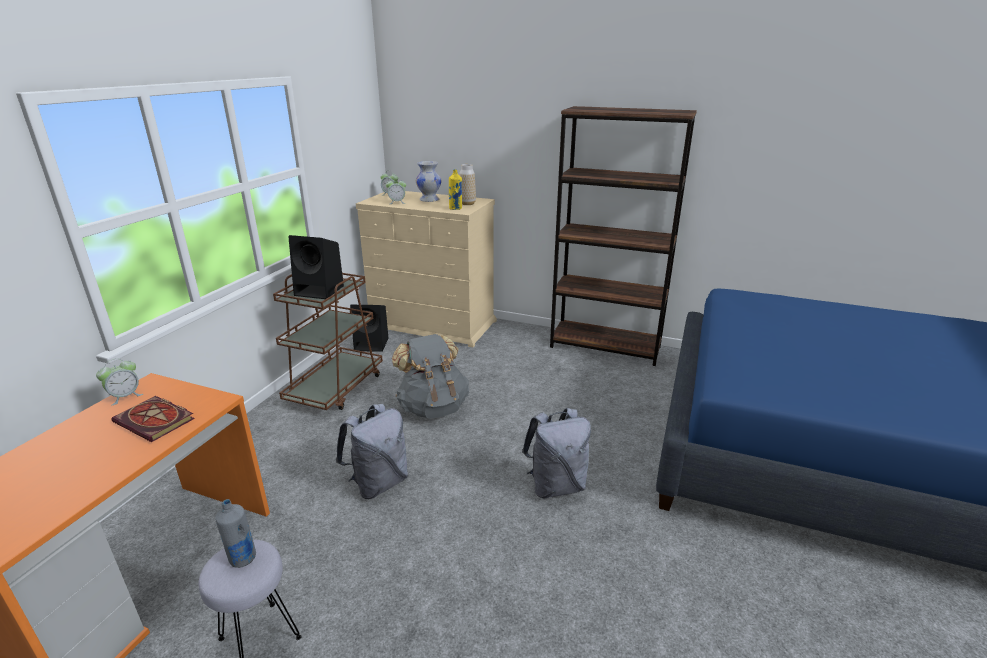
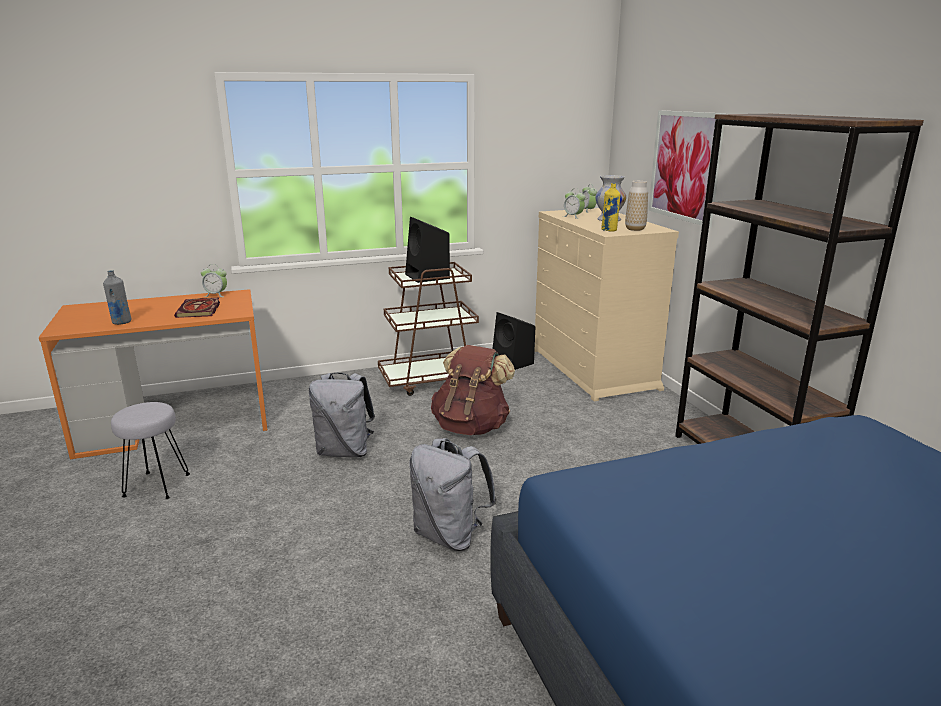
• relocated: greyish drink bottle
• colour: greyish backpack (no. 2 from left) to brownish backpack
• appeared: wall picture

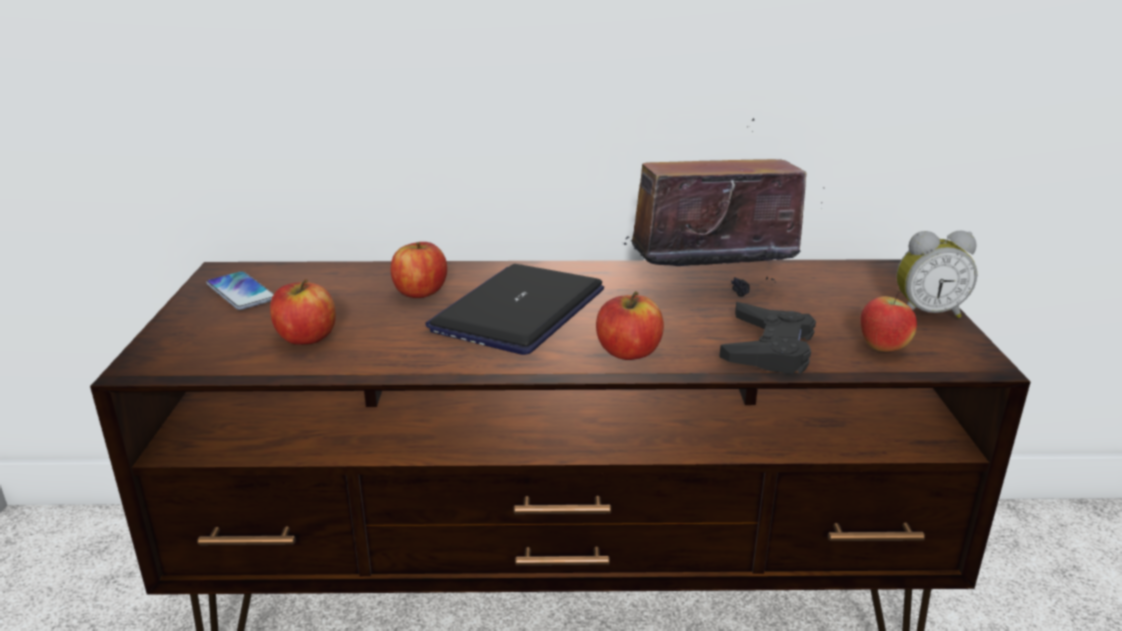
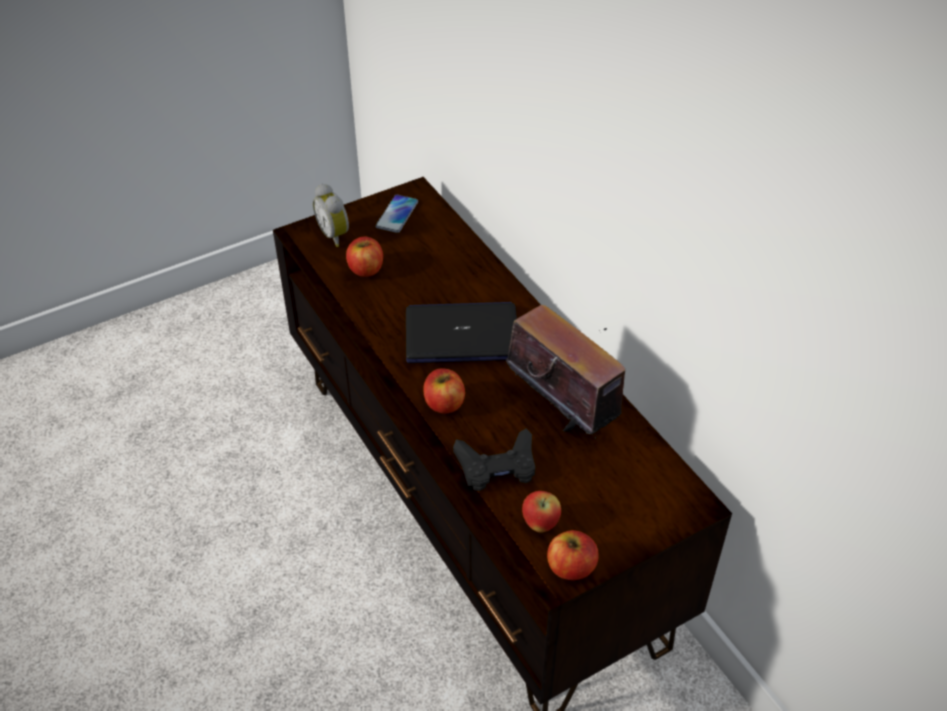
• relocated: bedside clock
• relocated: apple fruit (no. 2 from left in the first image) to apple fruit (no. 4 from left)

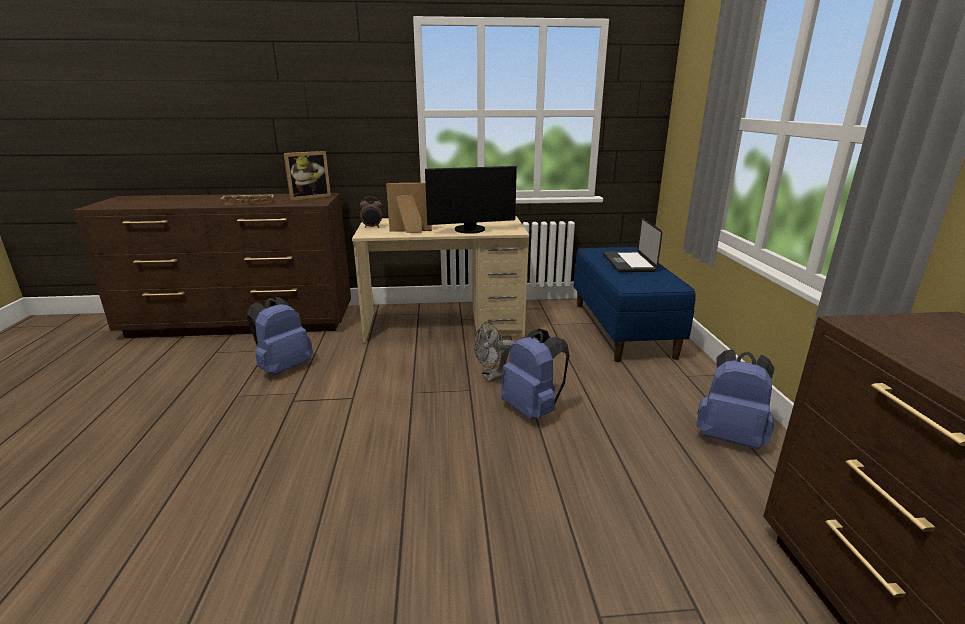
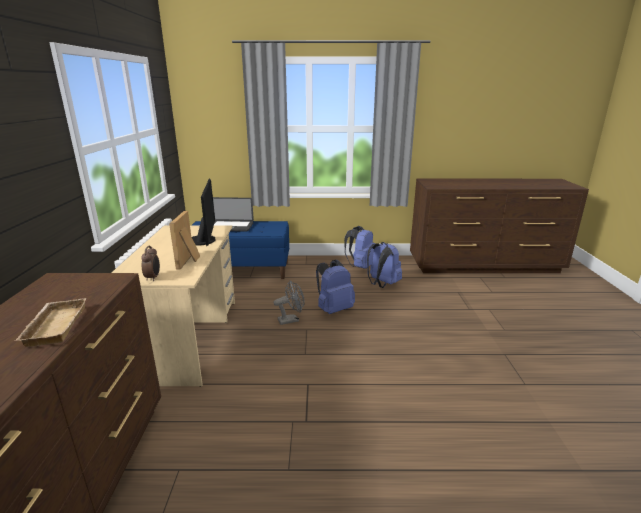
• spun: greyish electric fan 90 degrees counterclockwise
• relocated: blue backpack (no. 1 from left in the first image) to blue backpack (no. 3 from left)
• missing: standing frame (no. 1 from left)

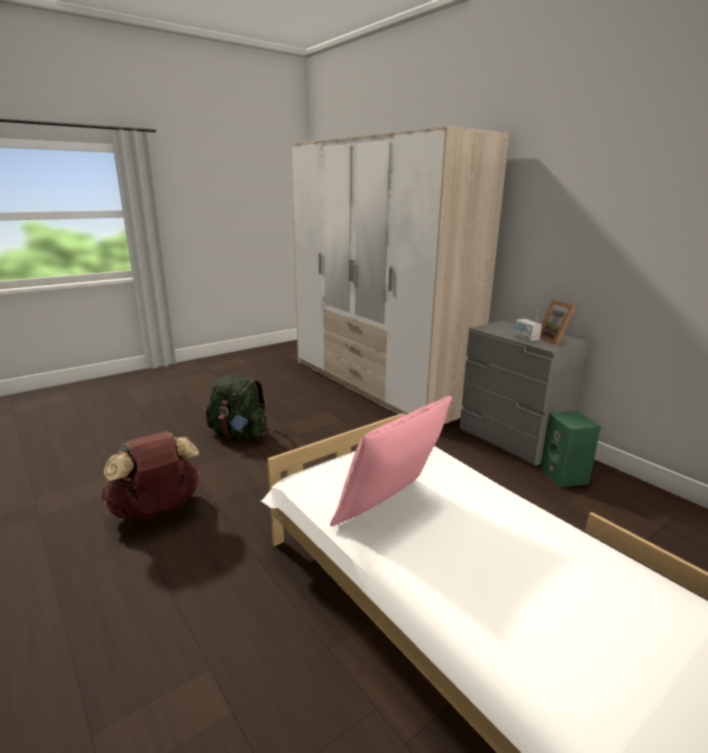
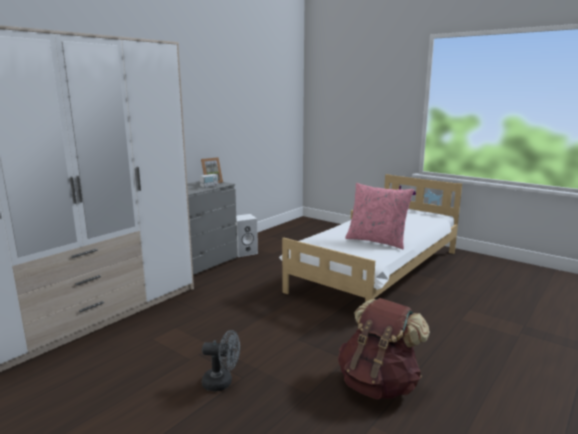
• exchanged: greenish backpack to greyish electric fan
• colour: greenish speaker to white-coloured speaker

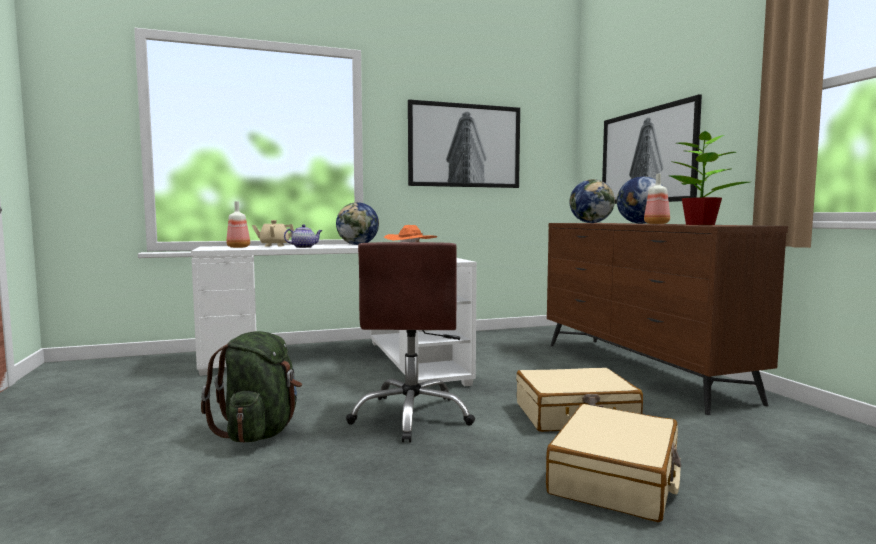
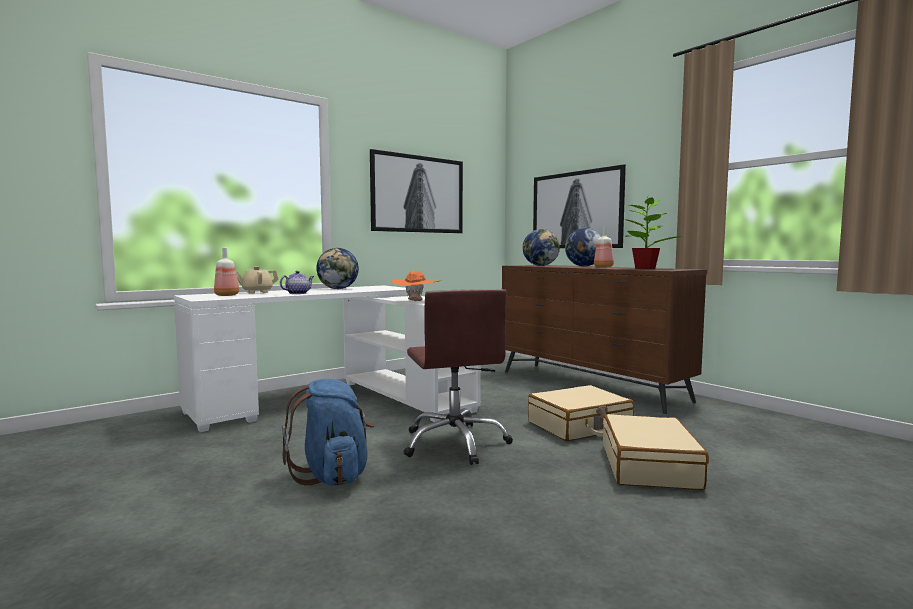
• colour: greenish backpack to blue backpack

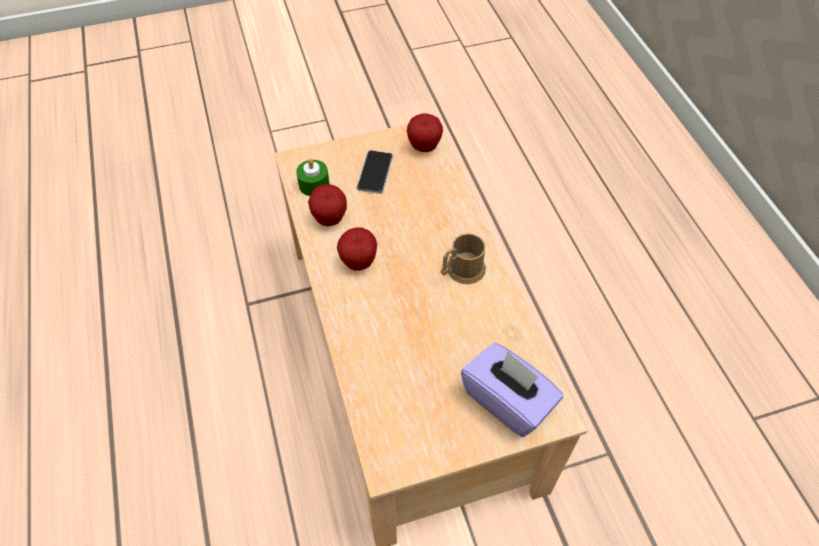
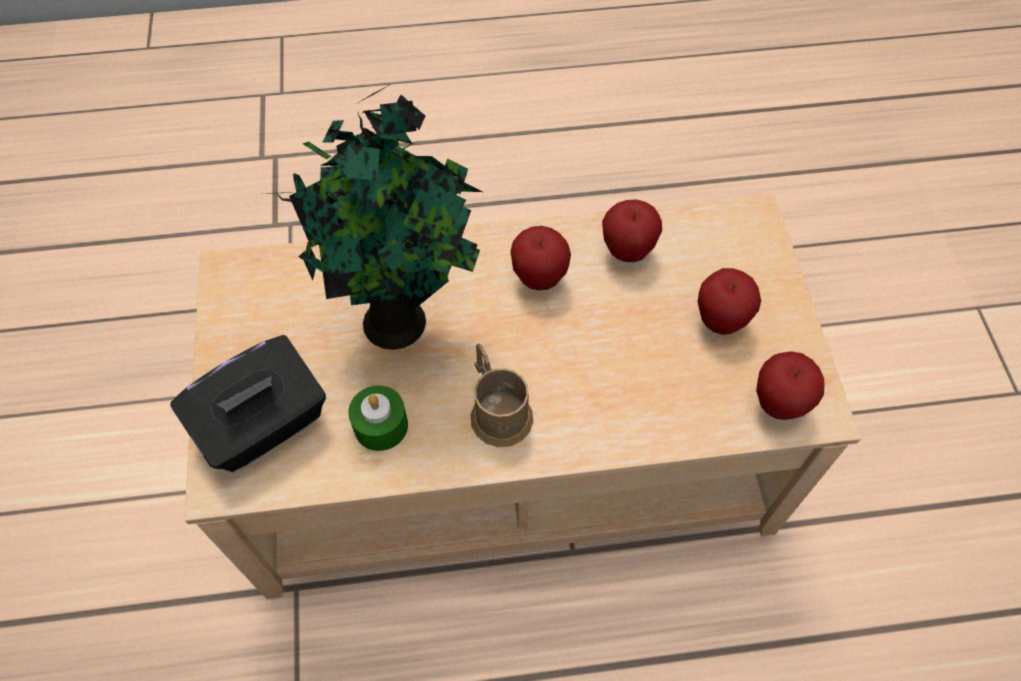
• colour: purplish tissue box to black tissue box
• appeared: plant in a pot
• relocated: greenish wax candle
• exchanged: handset to apple fruit (no. 3 from left)

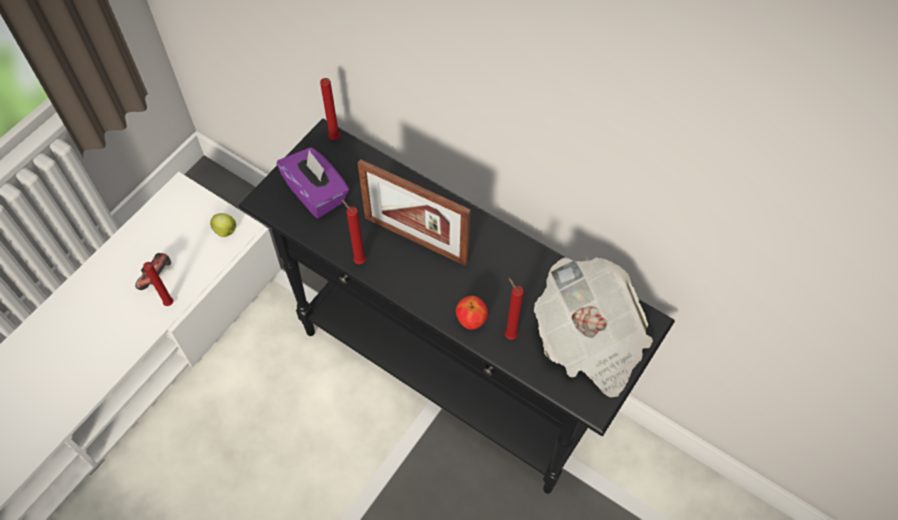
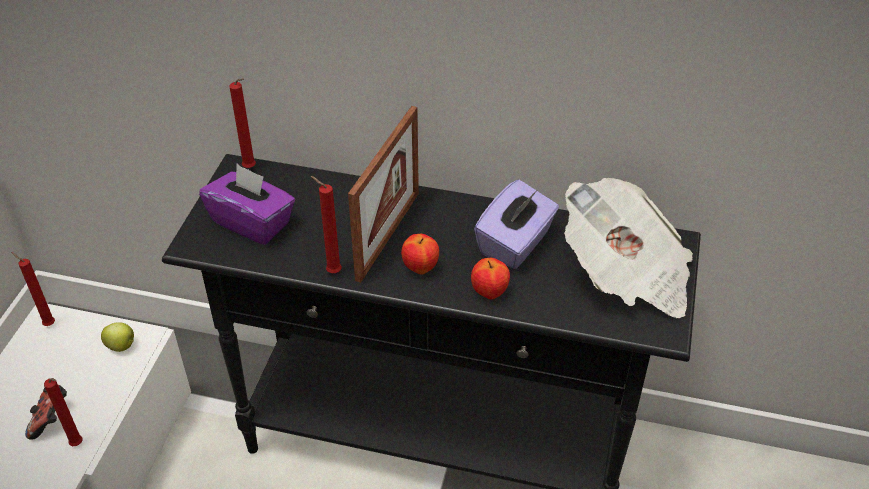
• relocated: reddish wax candle (no. 4 from left in the first image) to reddish wax candle (no. 1 from left)
• spun: standing frame 75 degrees counterclockwise
• appeared: apple fruit (no. 2 from left)
• appeared: purplish tissue box (no. 2 from left)

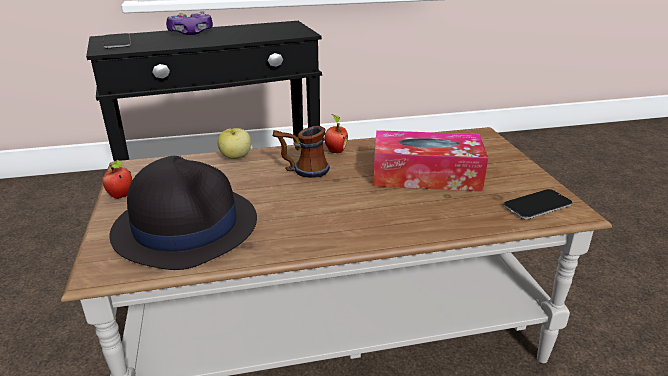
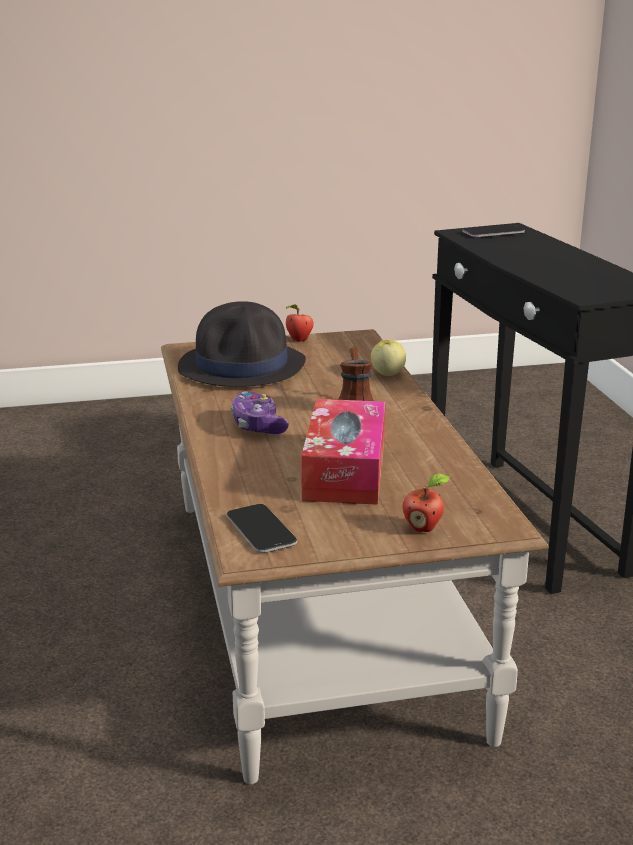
• relocated: gamepad
• relocated: apple fruit (no. 3 from left)

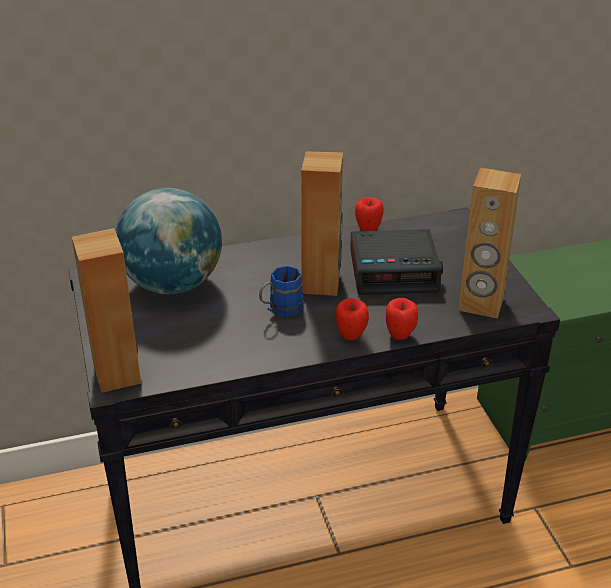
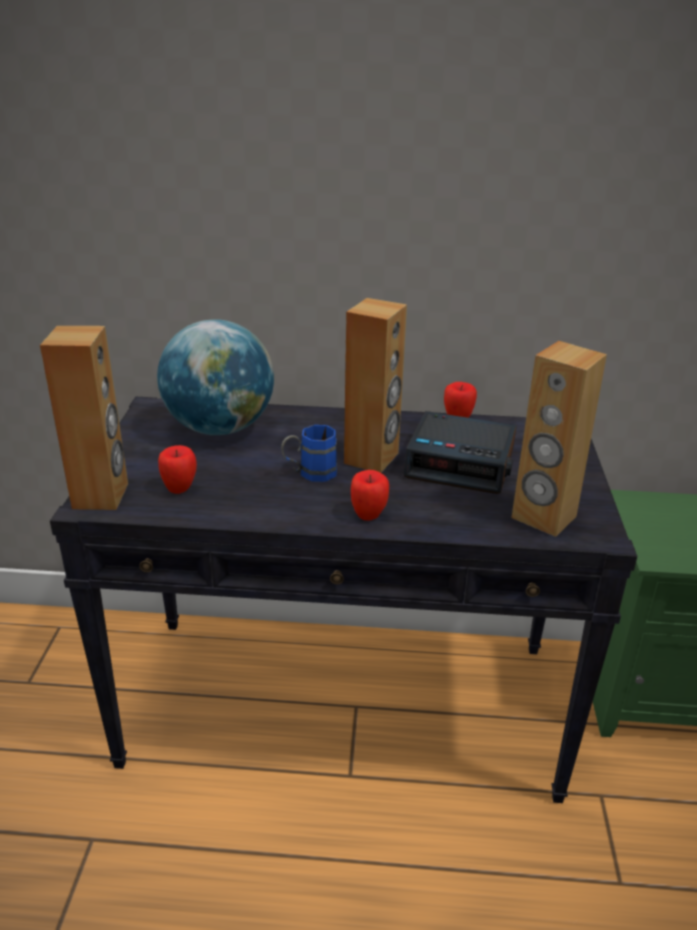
• relocated: apple fruit (no. 3 from left in the first image) to apple fruit (no. 1 from left)

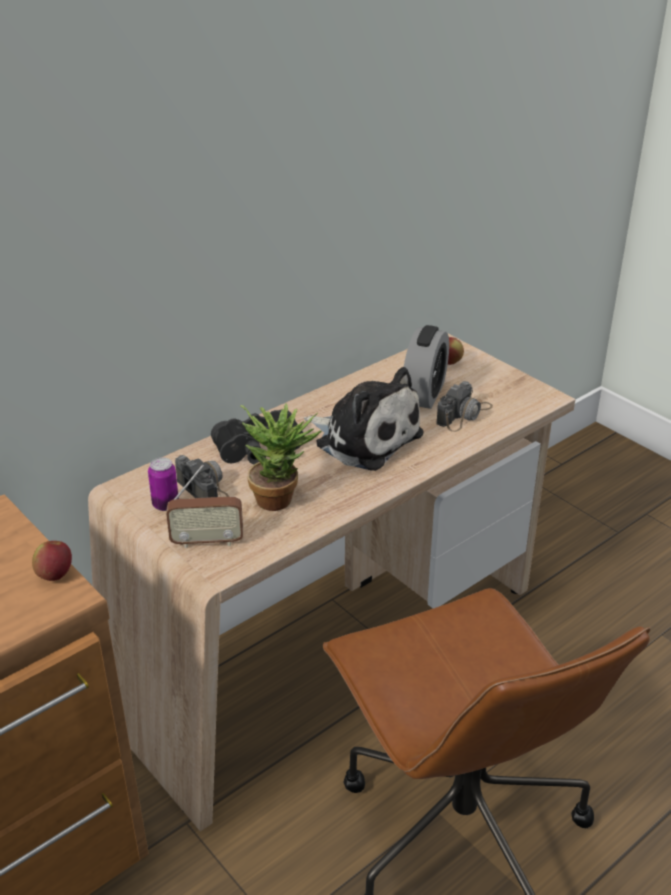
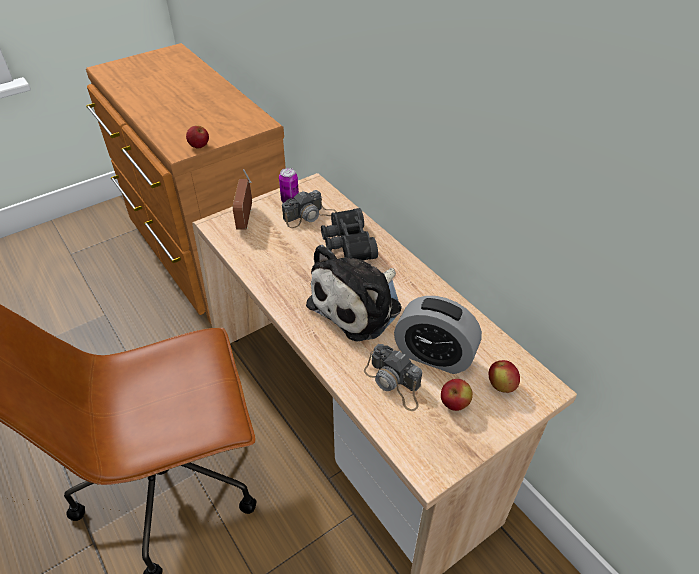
• appeared: apple fruit (no. 2 from left)
• missing: plant in a pot

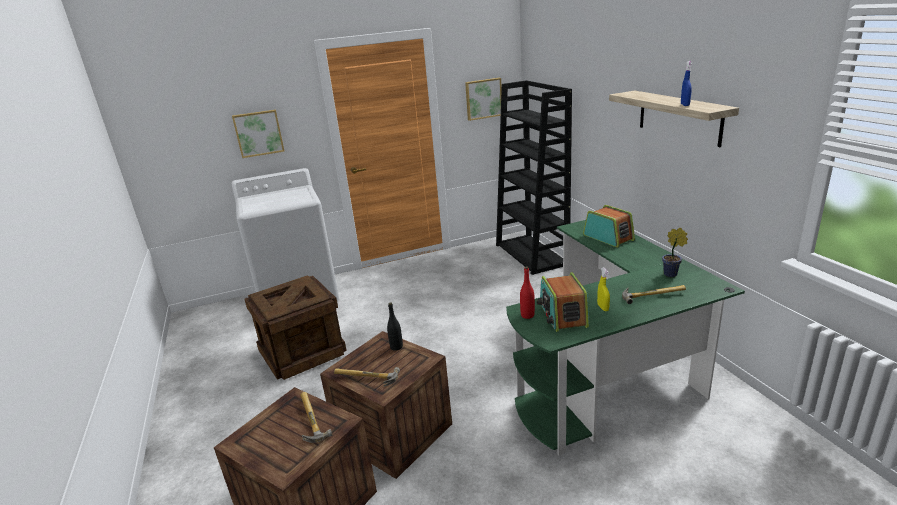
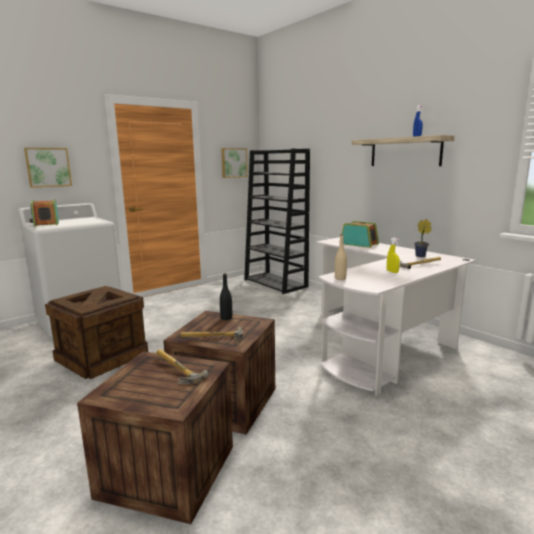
• relocated: radio set (no. 1 from left)
• colour: greenish desk unit to white-coloured desk unit
• colour: reddish drink bottle to beige drink bottle

